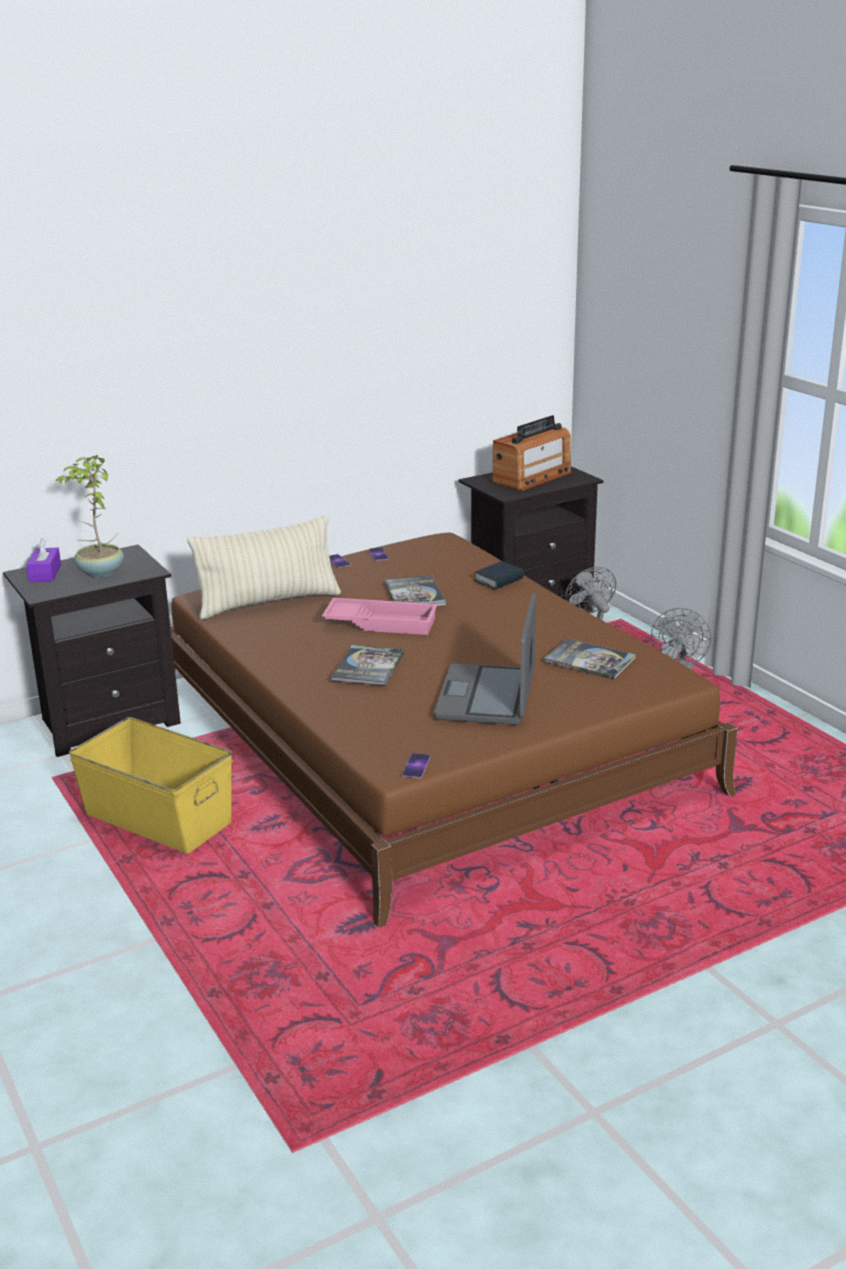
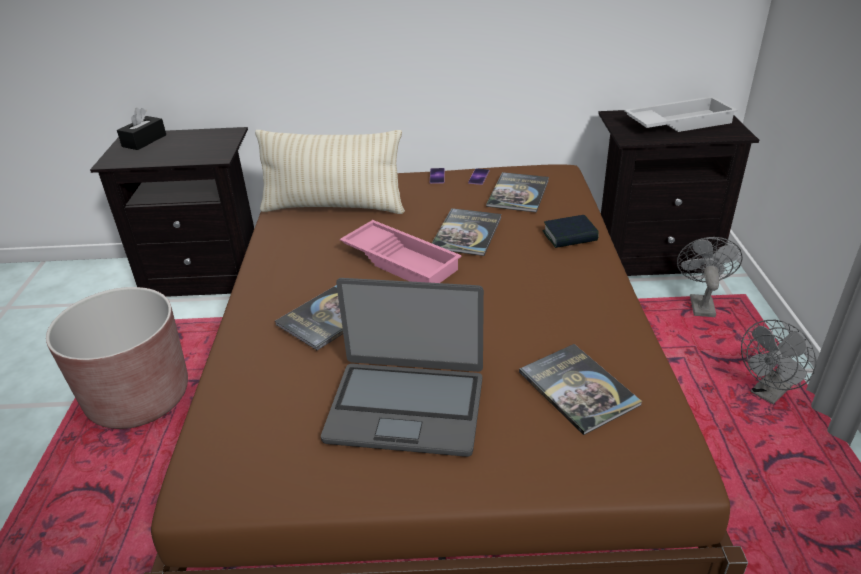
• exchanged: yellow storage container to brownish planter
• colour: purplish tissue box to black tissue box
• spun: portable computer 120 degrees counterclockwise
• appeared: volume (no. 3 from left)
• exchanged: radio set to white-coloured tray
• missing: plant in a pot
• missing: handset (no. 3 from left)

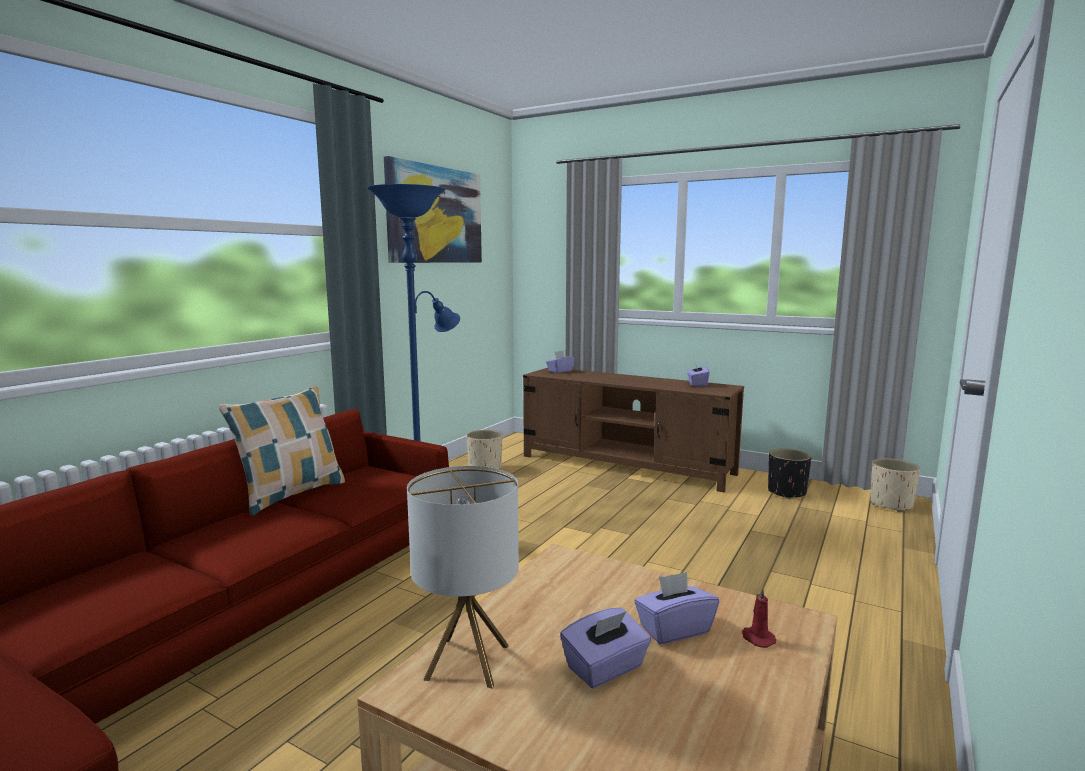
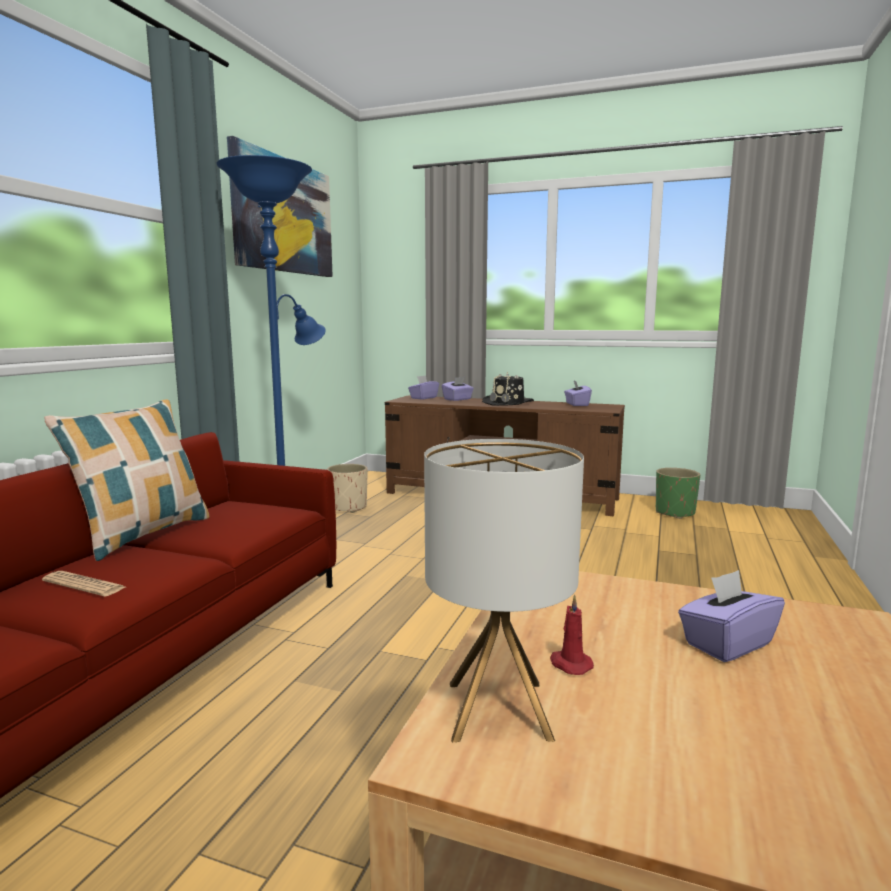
• appeared: daily paper
• relocated: purplish tissue box (no. 2 from left)
• appeared: black clothing hat
• relocated: reddish wax candle
• colour: black planter to greenish planter
• missing: beige planter (no. 2 from left)

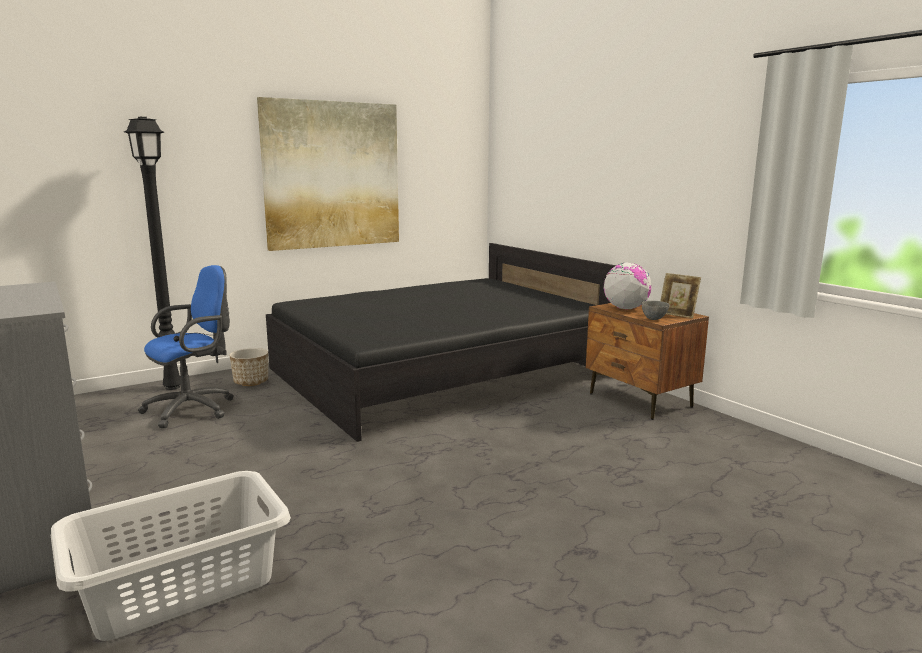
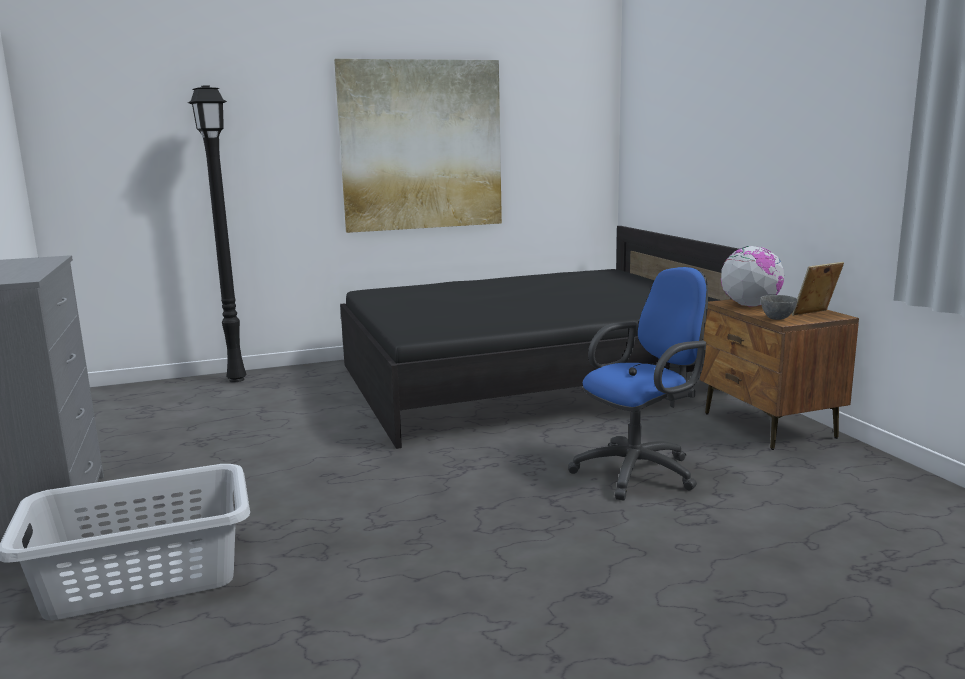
• relocated: blue computer chair
• spun: standing frame 105 degrees clockwise
• missing: planter

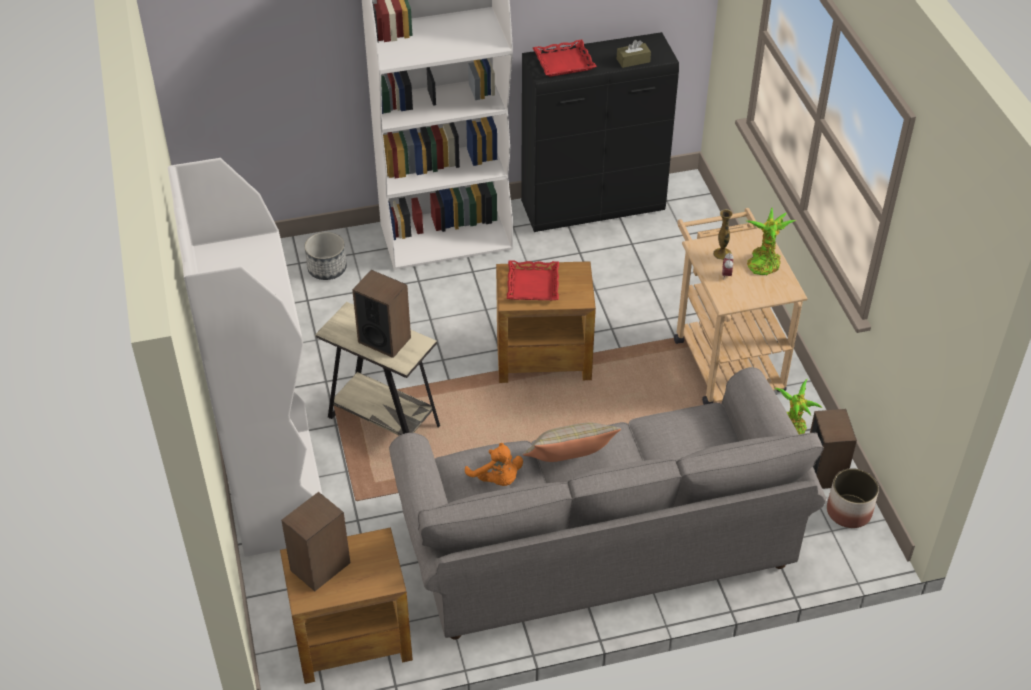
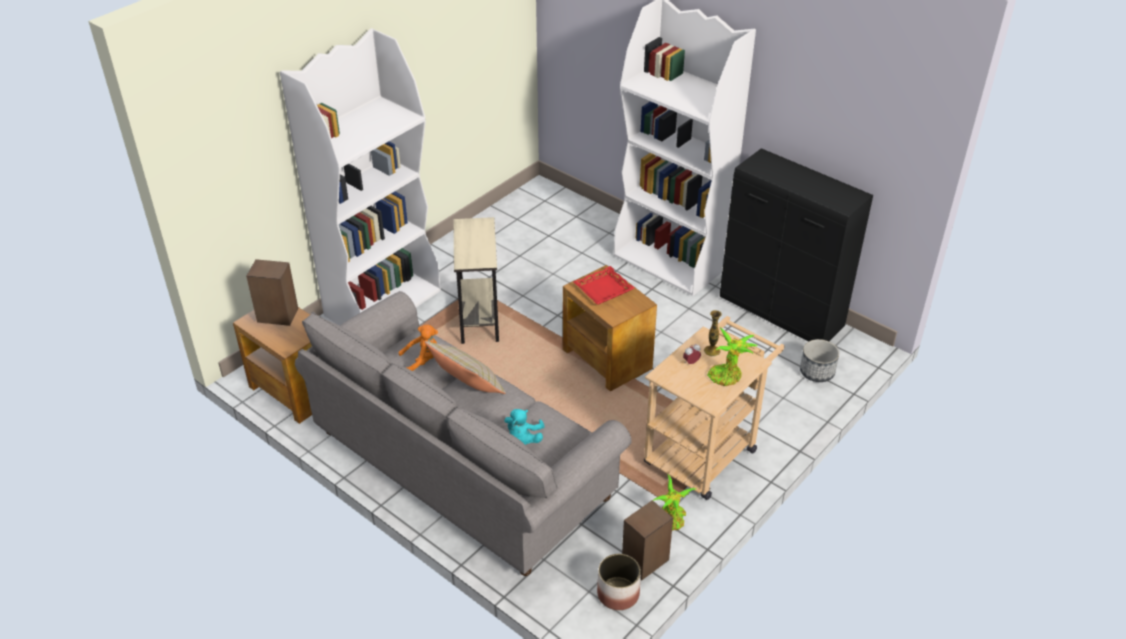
• spun: orangey plush toy 120 degrees counterclockwise
• appeared: turquoise plush toy
• relocated: planter (no. 1 from left in the first image) to planter (no. 2 from left)
• missing: speaker (no. 2 from left)
• missing: reddish tray (no. 2 from left)
• missing: brownish tissue box

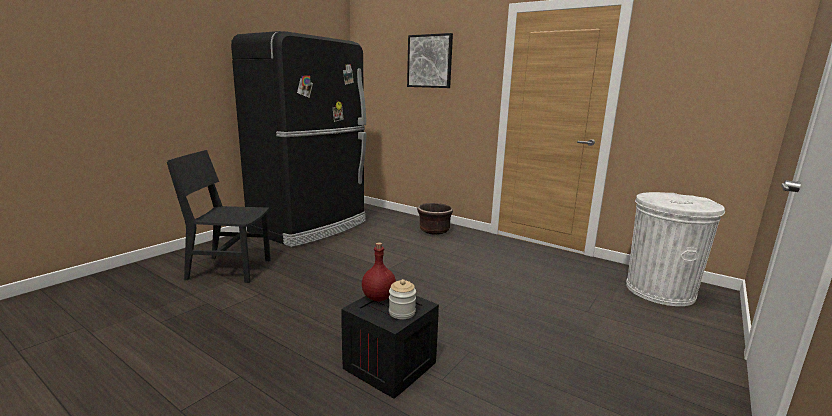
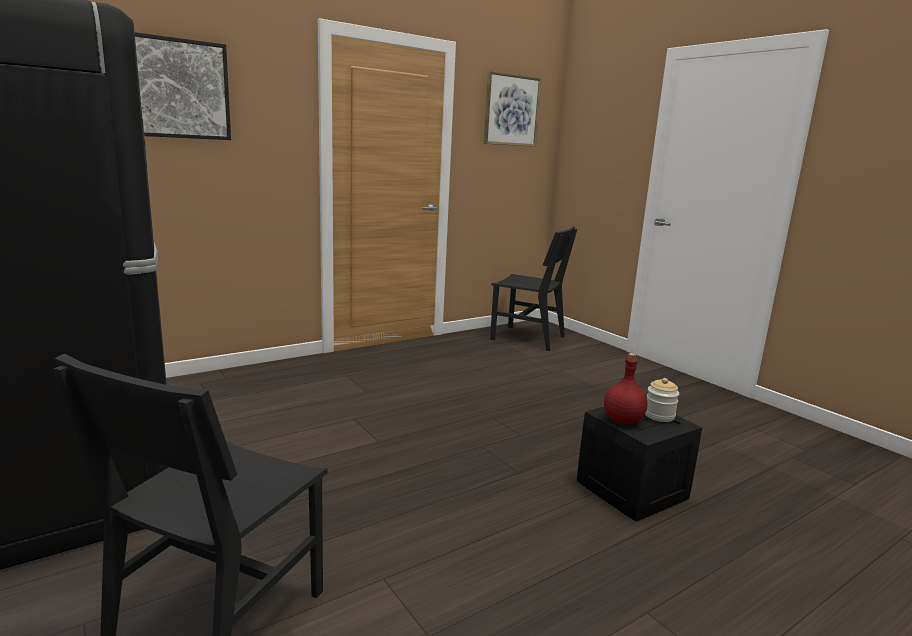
• appeared: wall picture (no. 2 from left)
• exchanged: white-coloured trash can to black upright chair (no. 2 from left)
• missing: brownish planter

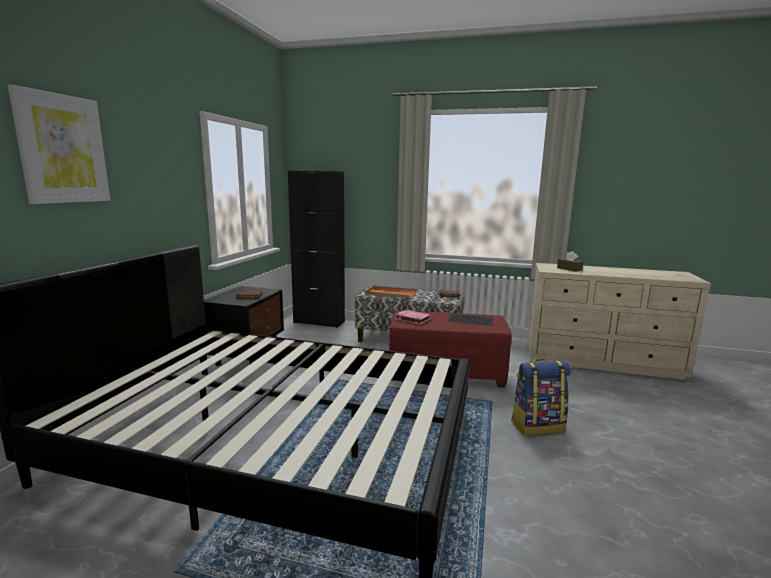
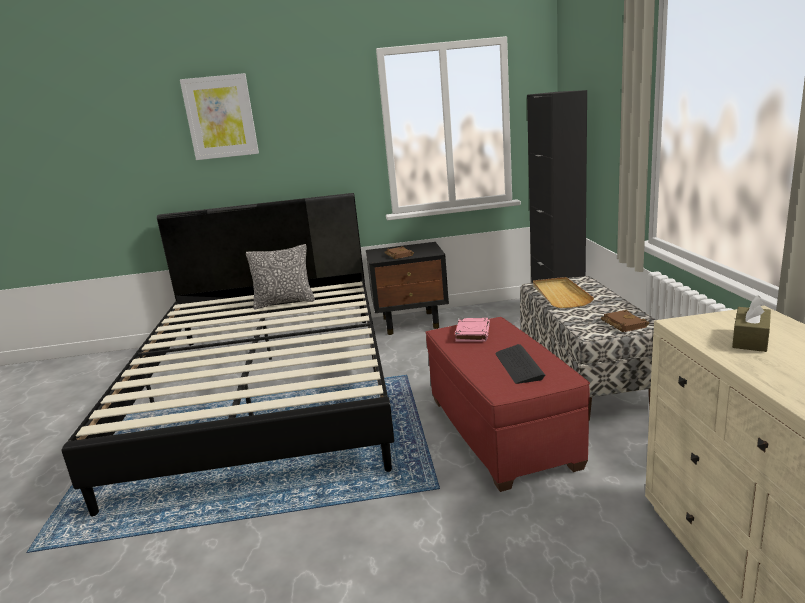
• appeared: pillow
• colour: orangey tray to beige tray
• missing: backpack

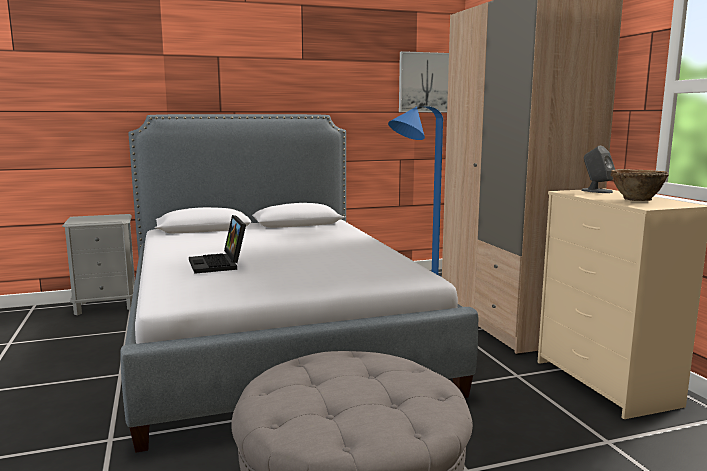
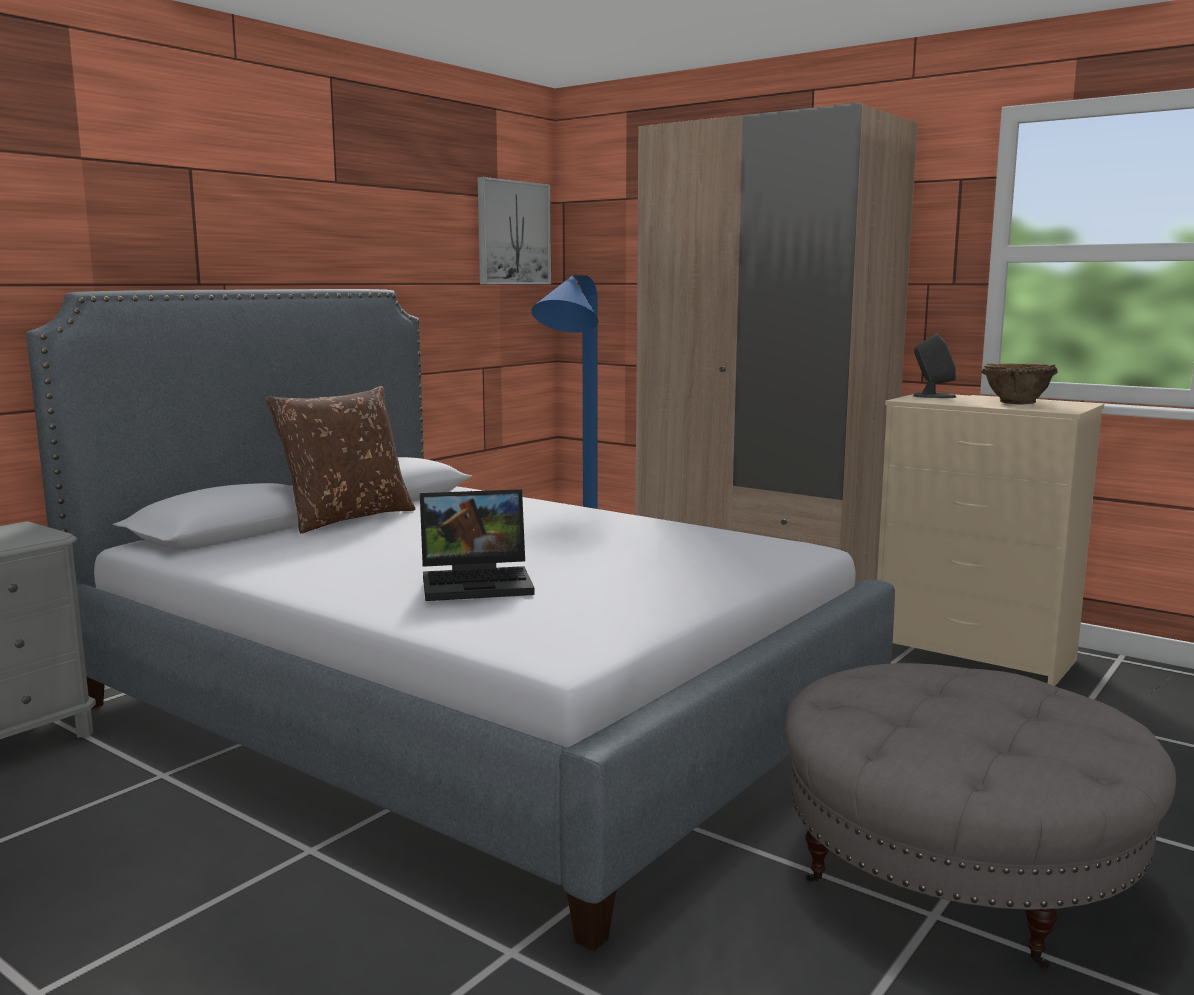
• appeared: brownish pillow
• spun: portable computer 45 degrees counterclockwise

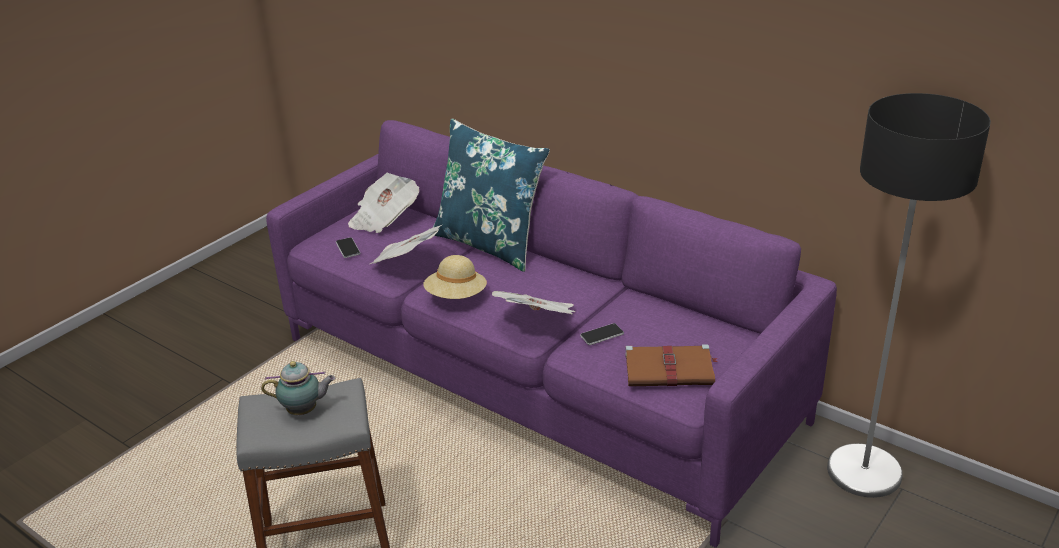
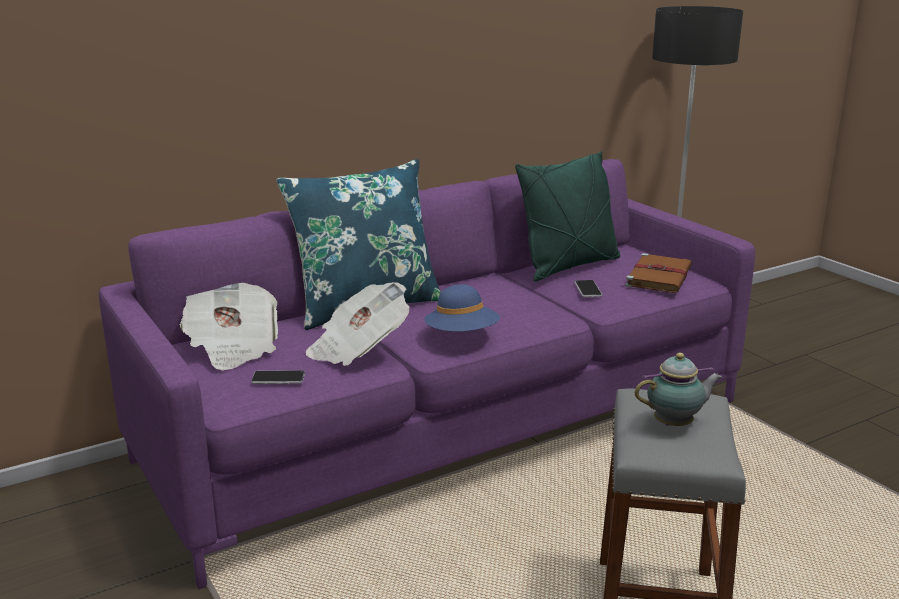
• colour: beige clothing hat to blue clothing hat
• appeared: greenish pillow
• spun: teapot 60 degrees clockwise
• missing: daily paper (no. 3 from left)

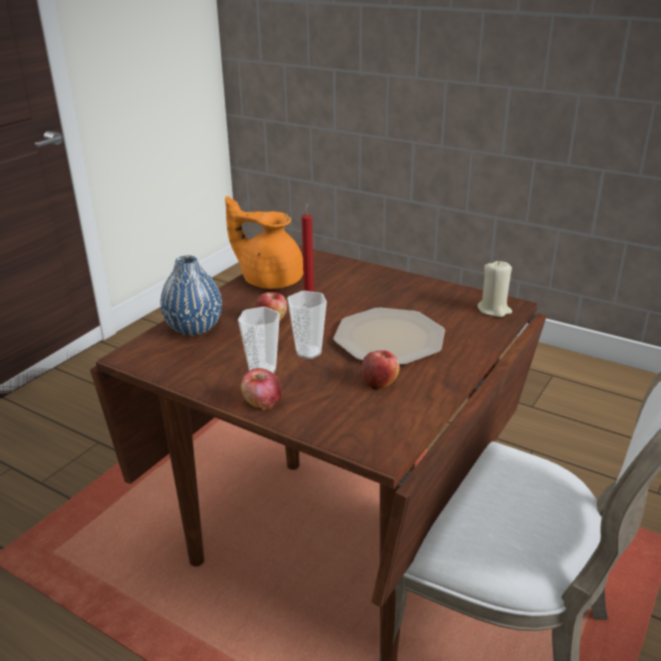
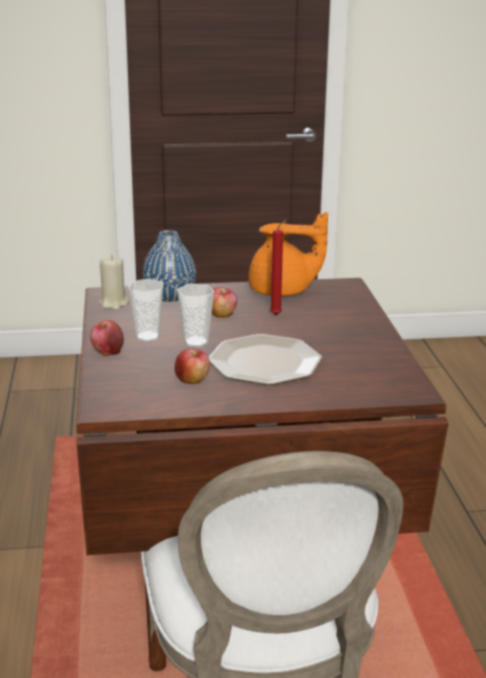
• relocated: beige wax candle
• spun: orangey teapot 105 degrees clockwise

